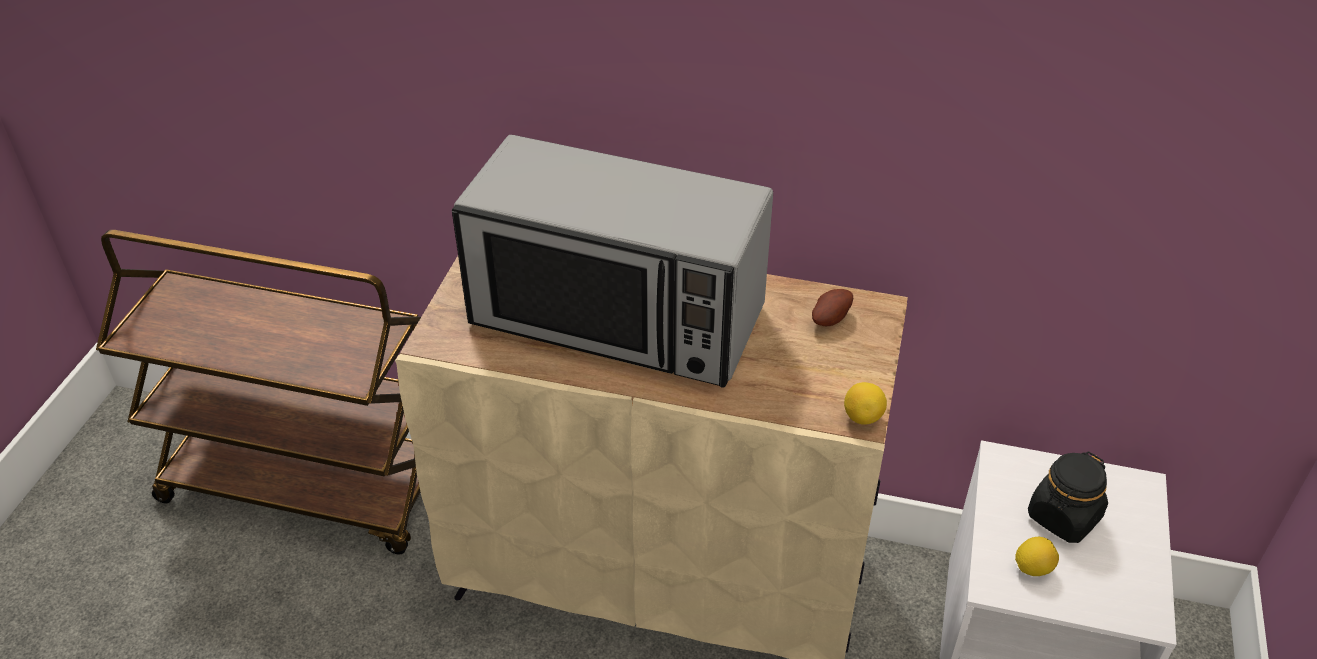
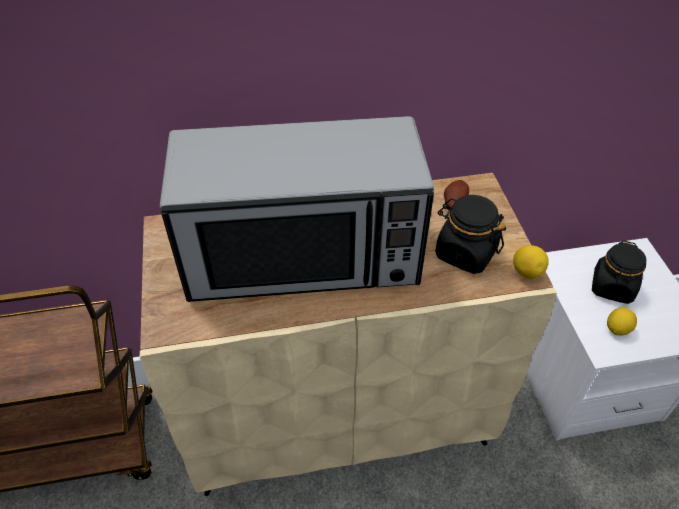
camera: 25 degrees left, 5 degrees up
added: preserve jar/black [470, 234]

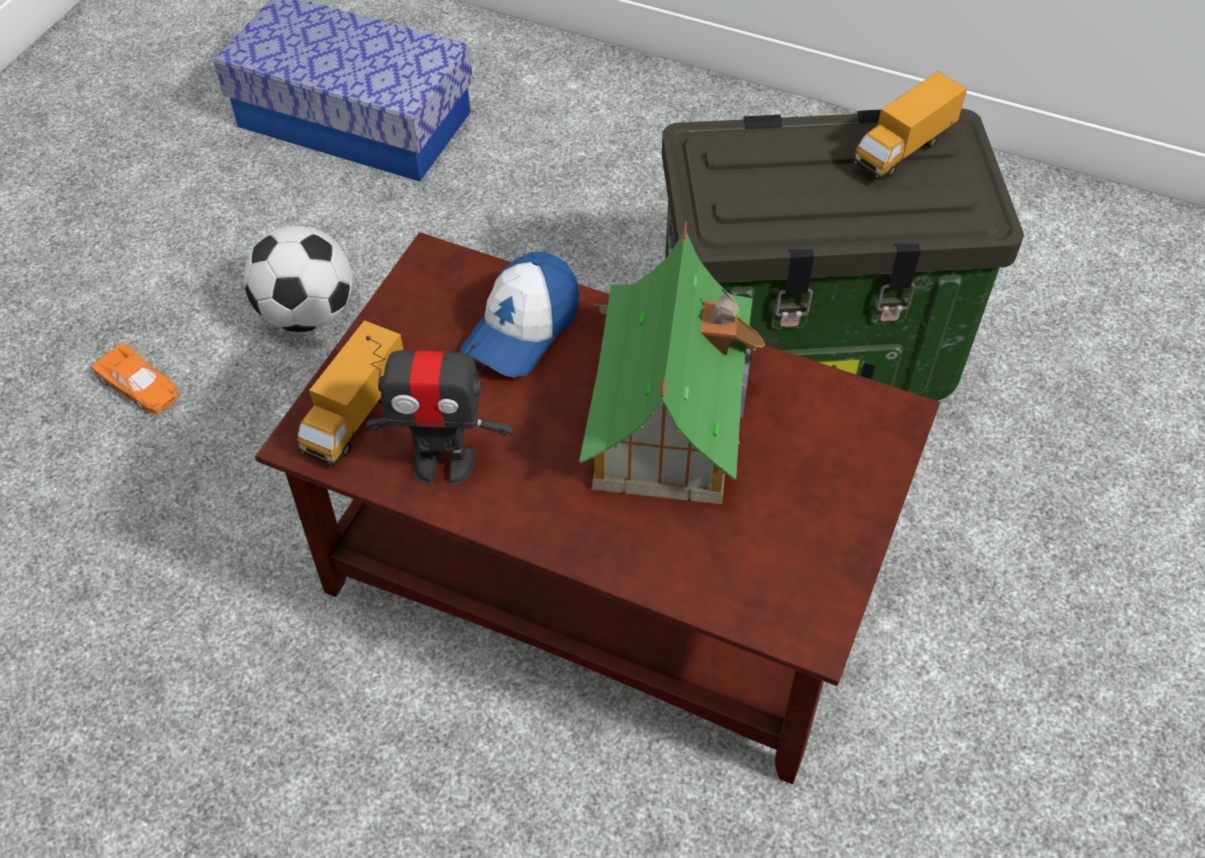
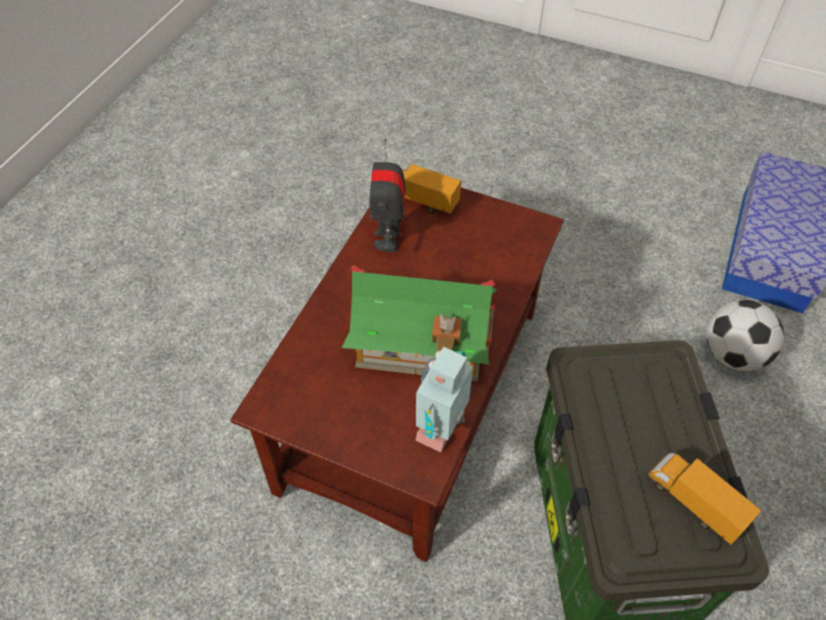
camera: 90 degrees right, 0 degrees up
removed: miniature car/orange-coloured [135, 378]; peaked cap [519, 314]
added: toy robot [444, 399]
moved: ball for football [298, 278] to [745, 335]

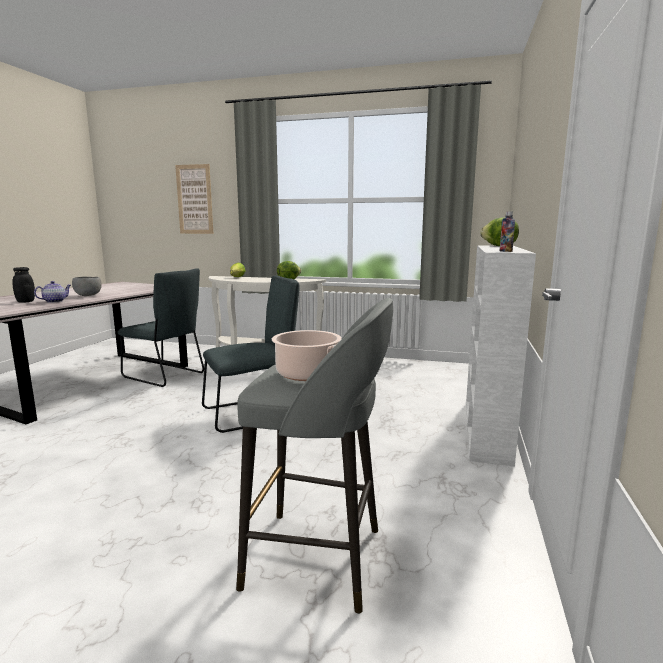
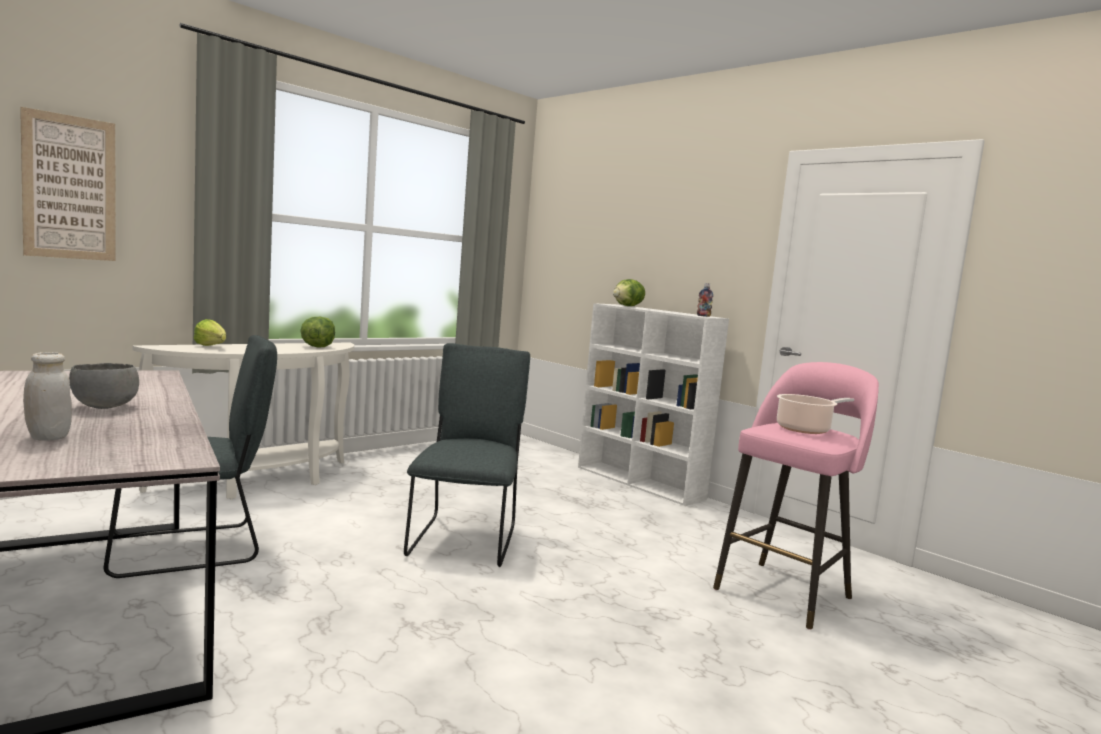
camera: 60 degrees left, 5 degrees down
removed: pot for tea [52, 292]
recoloured: preserve jar/black [23, 285] to preserve jar/whitish [47, 396]; sitting stool/gray [314, 456] to sitting stool/pink [796, 496]

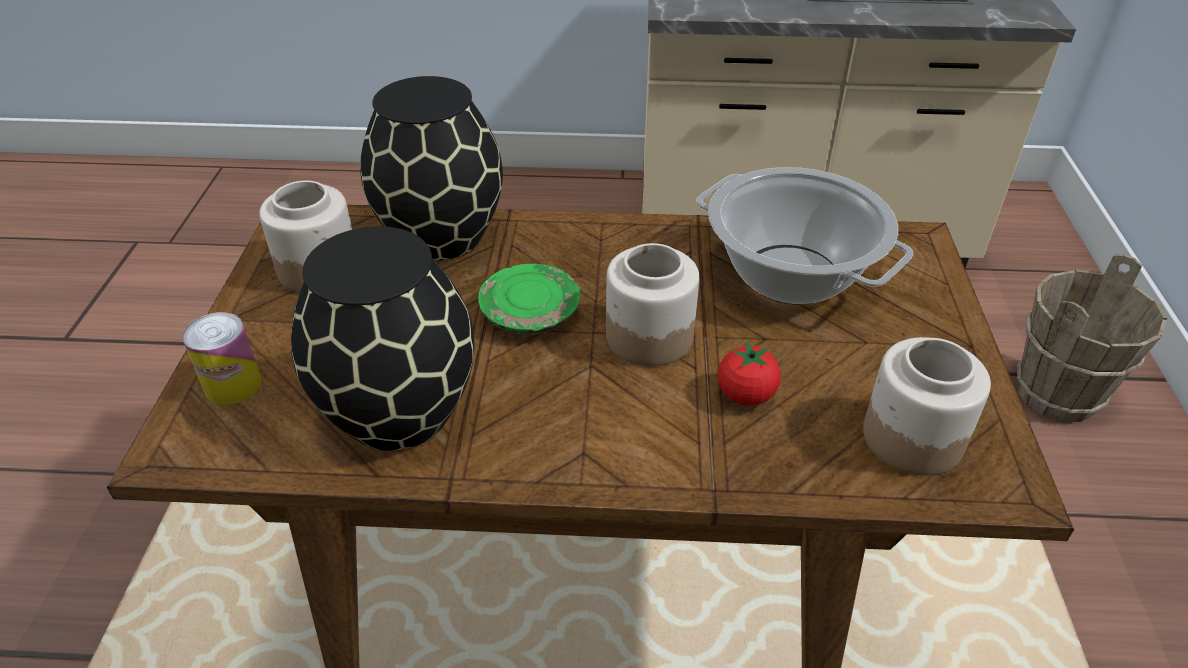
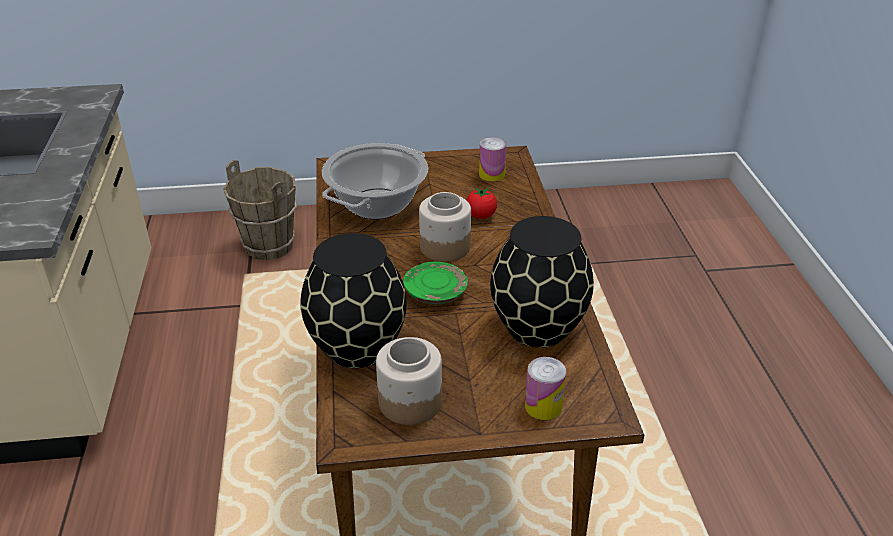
camera: 100 degrees left, 5 degrees down
replaced: preserve jar [927, 406] to metal can [493, 159]

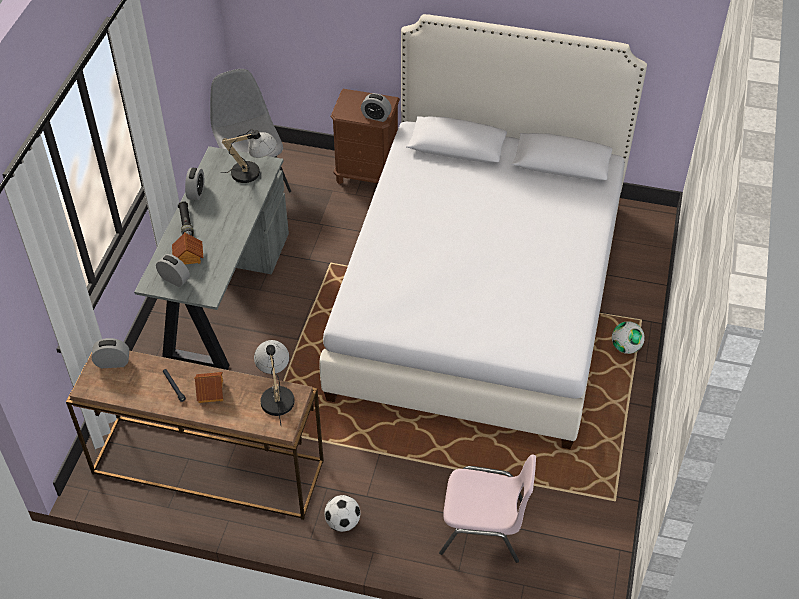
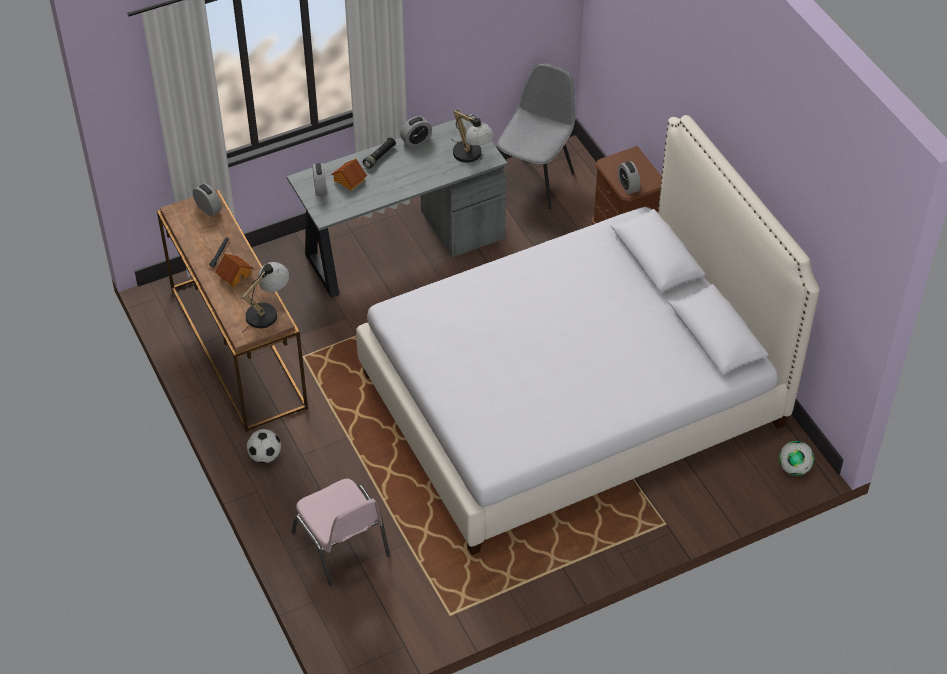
camera: 50 degrees right, 0 degrees up
moved: ball for football [628, 337] to [796, 458]

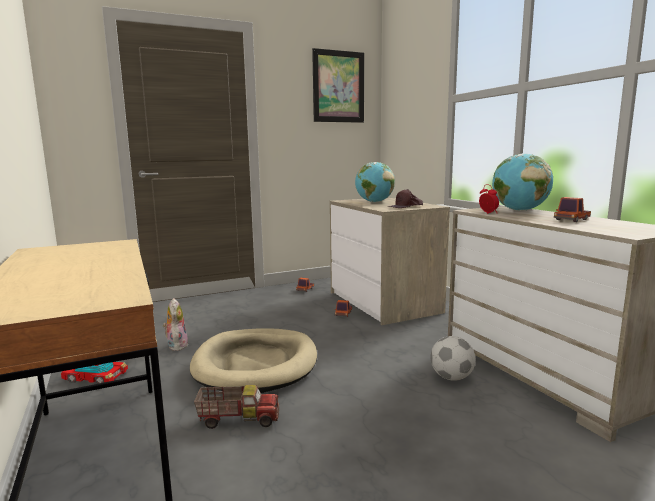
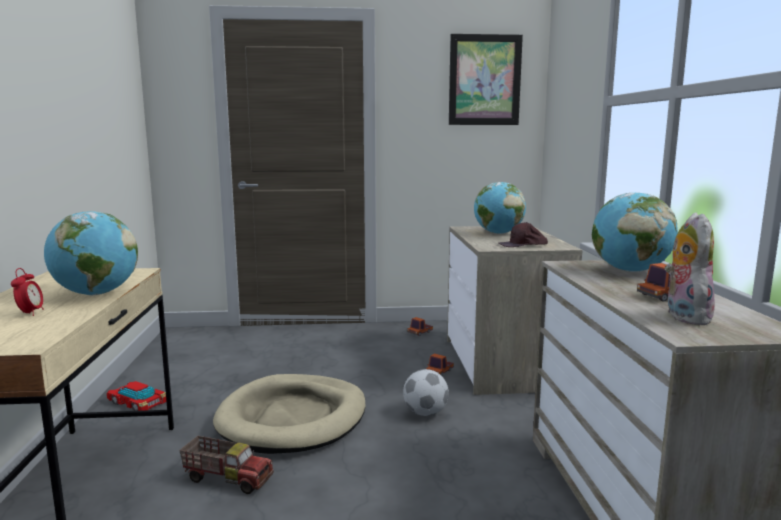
camera: 20 degrees right, 0 degrees up
added: globe [91, 253]
moved: plush toy [175, 324] to [690, 268]; ball for football [453, 358] to [426, 392]; bedside clock [489, 199] to [27, 292]

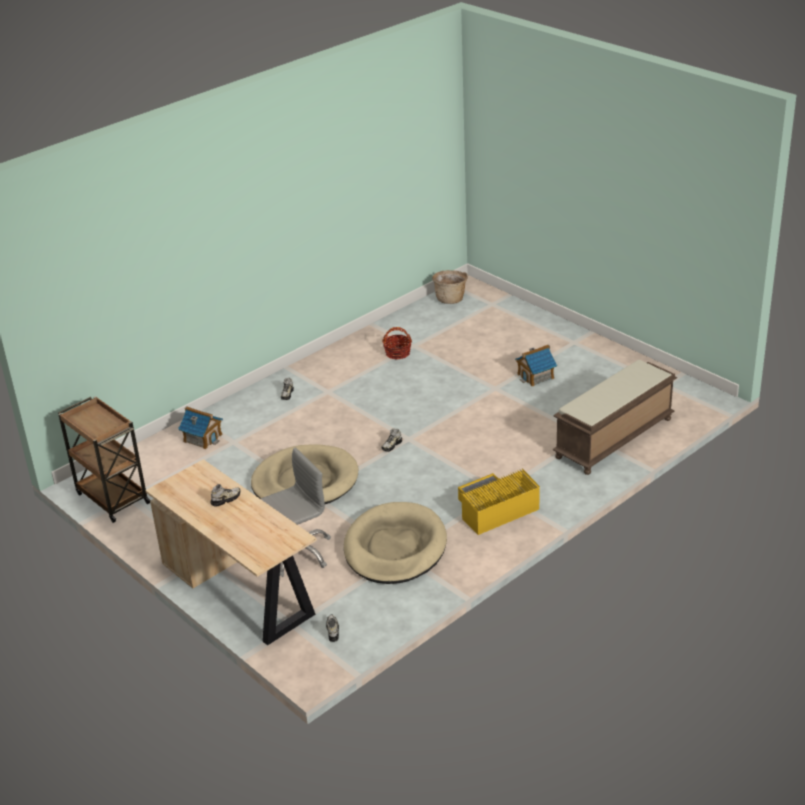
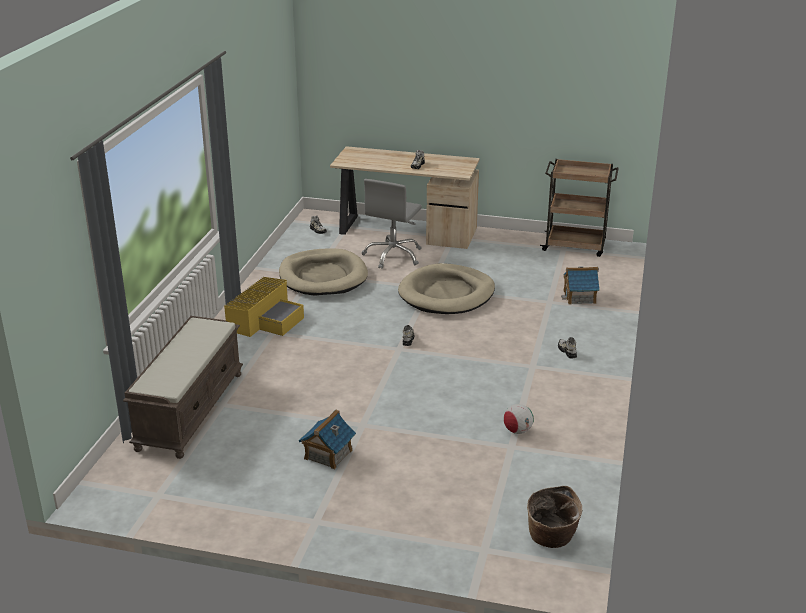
camera: 145 degrees right, 5 degrees down
replaced: basket [397, 343] to ball for football [518, 419]

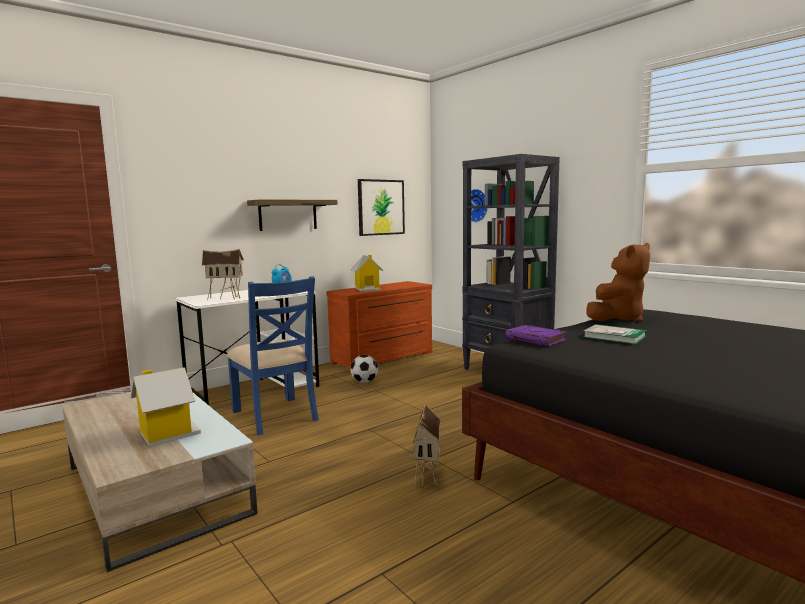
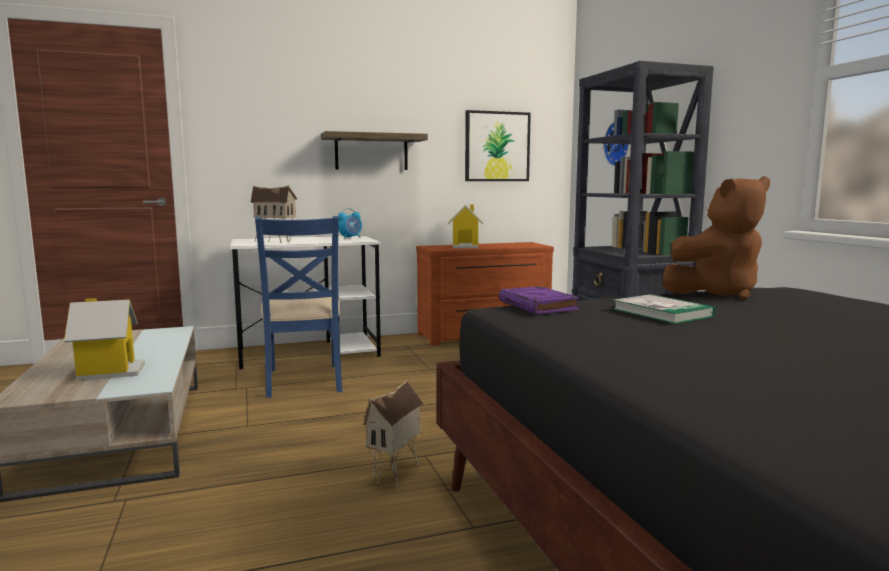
camera: 20 degrees right, 0 degrees up
removed: ball for football [364, 369]

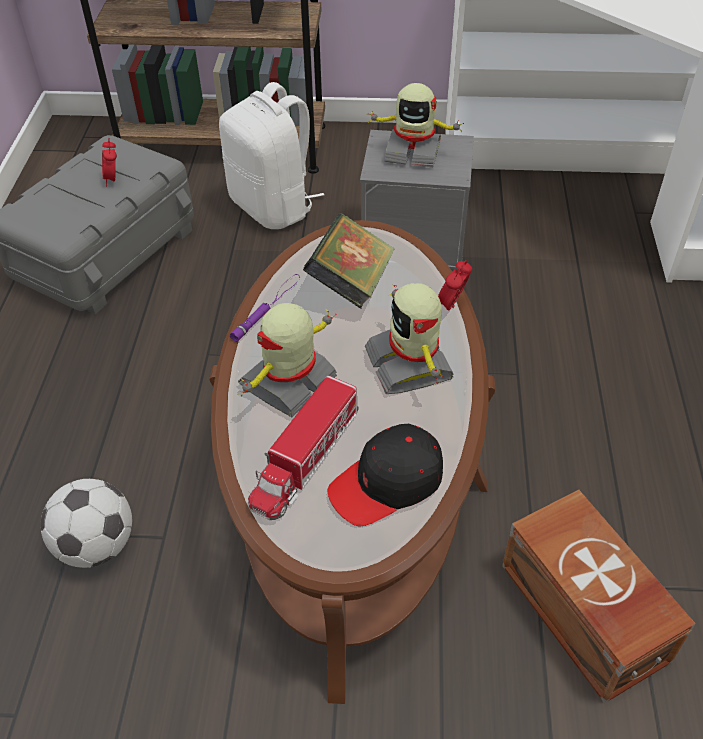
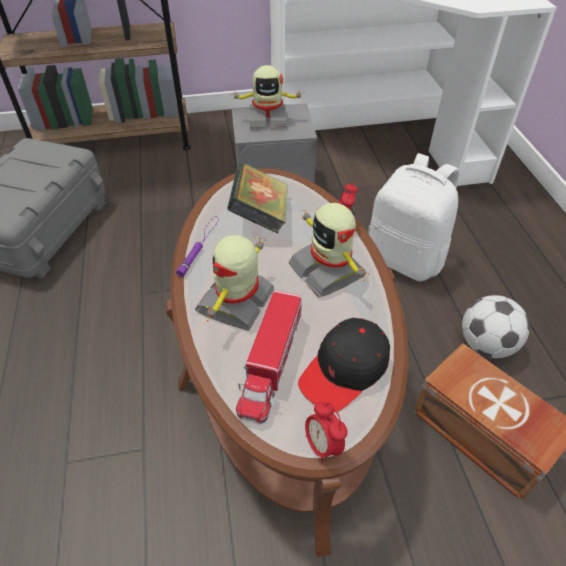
camera: 15 degrees left, 0 degrees up
moved: ball for football [86, 523] to [495, 326]; bedside clock [109, 162] to [326, 432]; backpack/whitish [271, 155] to [414, 217]

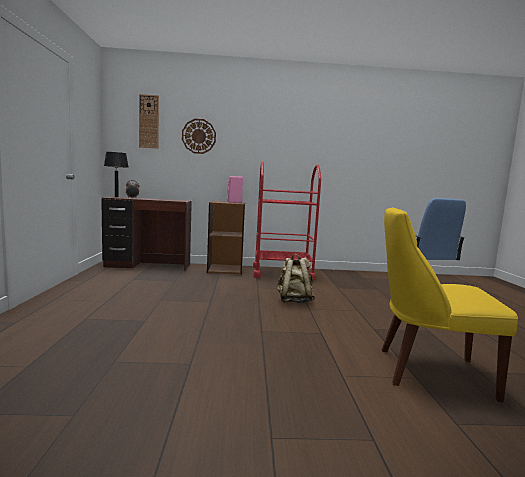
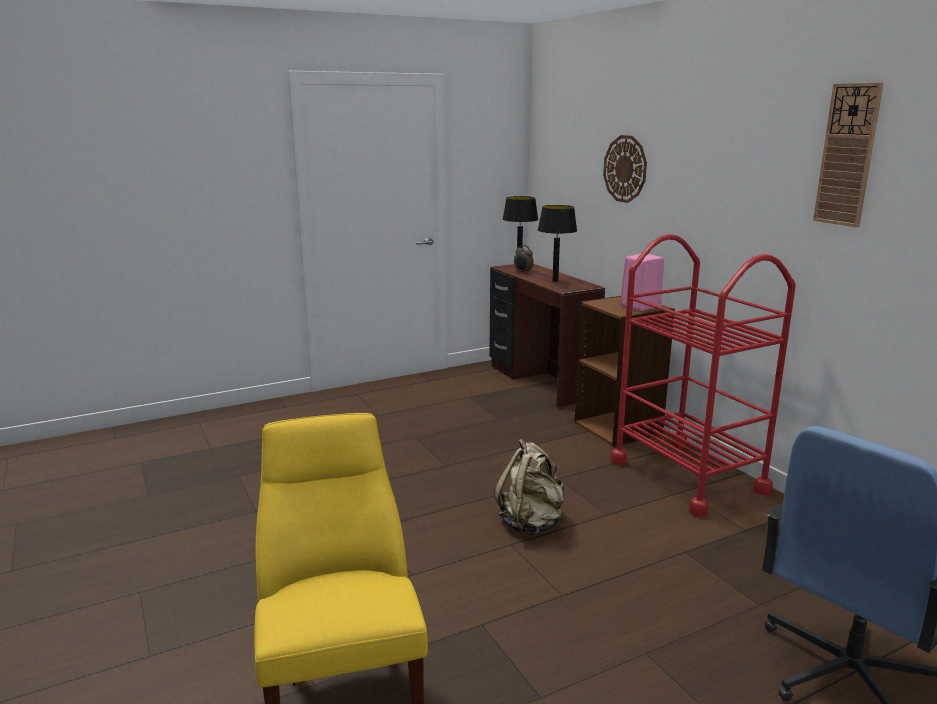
camera: 65 degrees right, 10 degrees up
added: tabletop lamp/black [557, 243]
moved: hanging clock [149, 121] to [848, 154]

